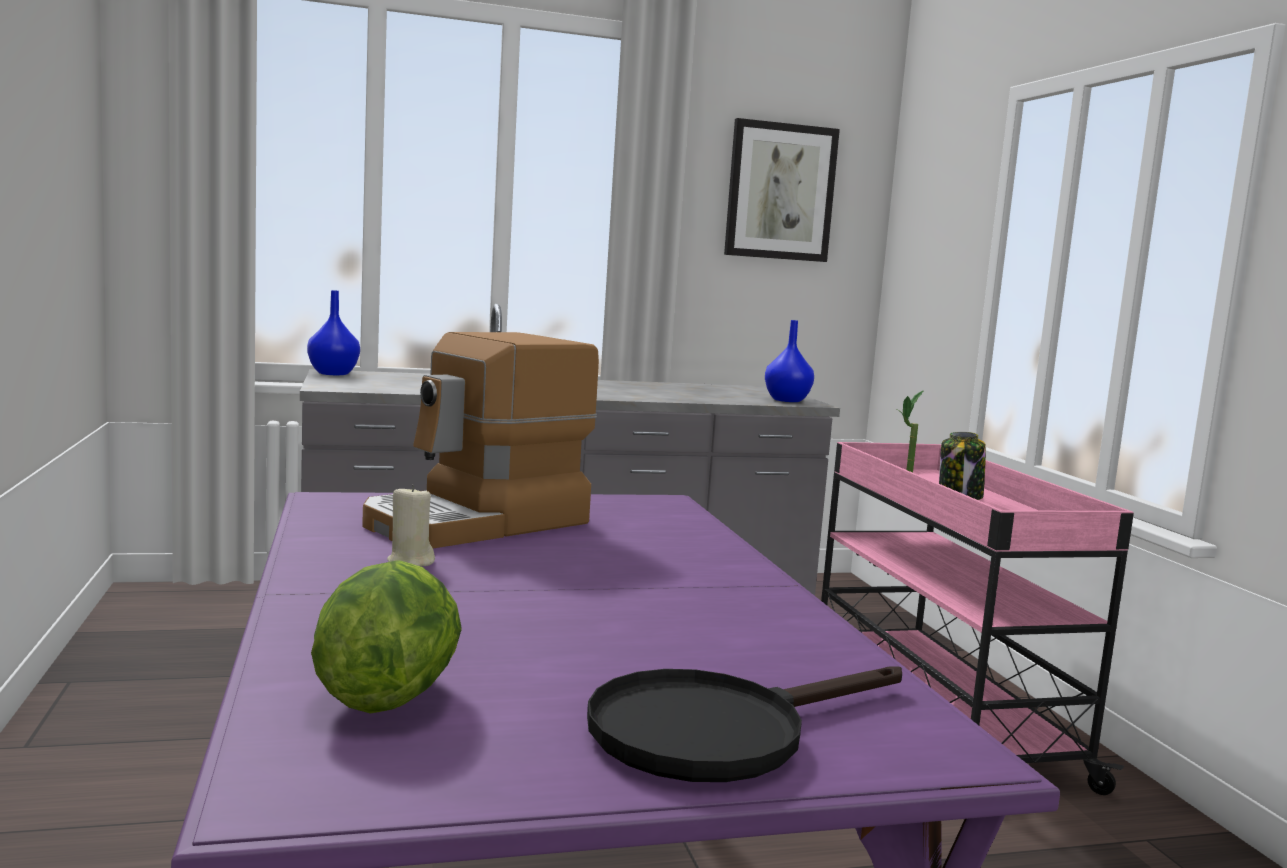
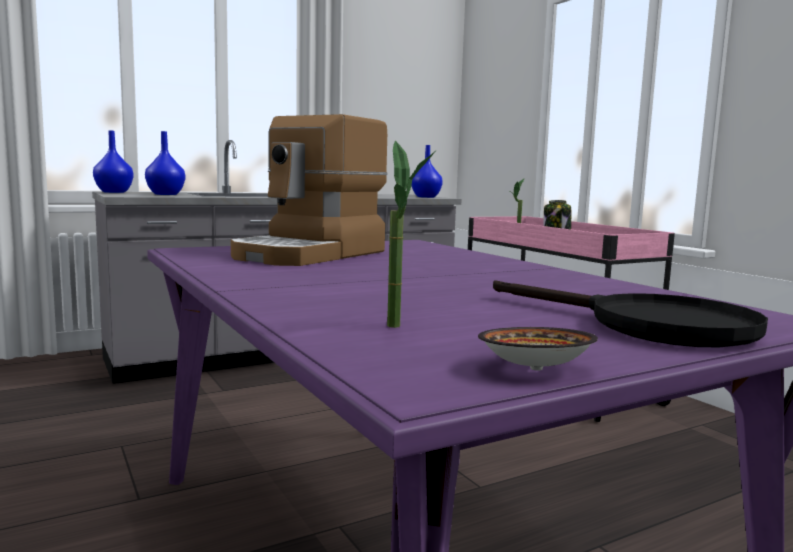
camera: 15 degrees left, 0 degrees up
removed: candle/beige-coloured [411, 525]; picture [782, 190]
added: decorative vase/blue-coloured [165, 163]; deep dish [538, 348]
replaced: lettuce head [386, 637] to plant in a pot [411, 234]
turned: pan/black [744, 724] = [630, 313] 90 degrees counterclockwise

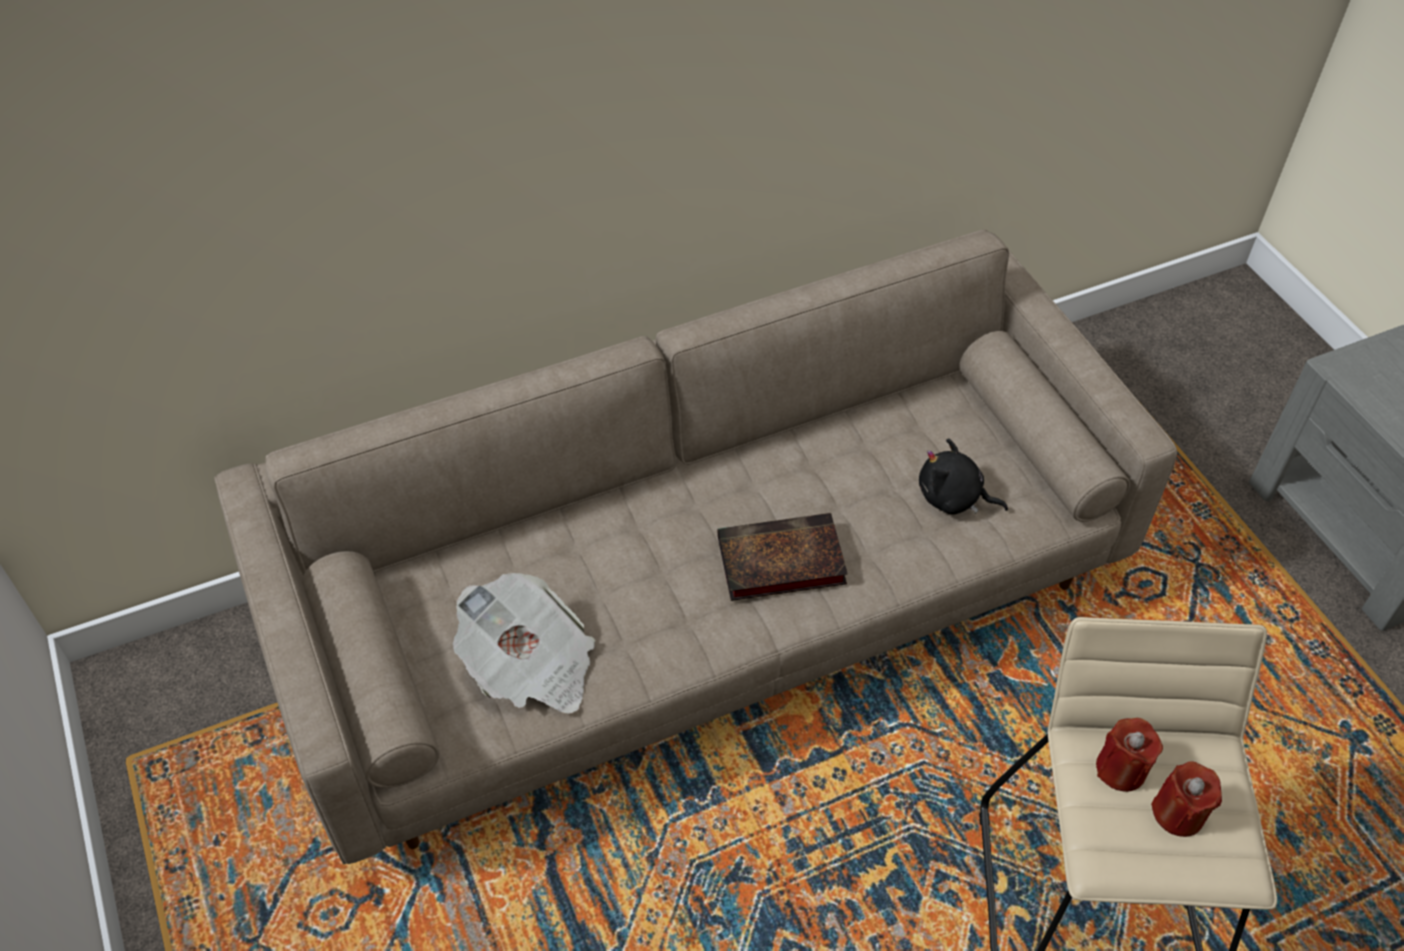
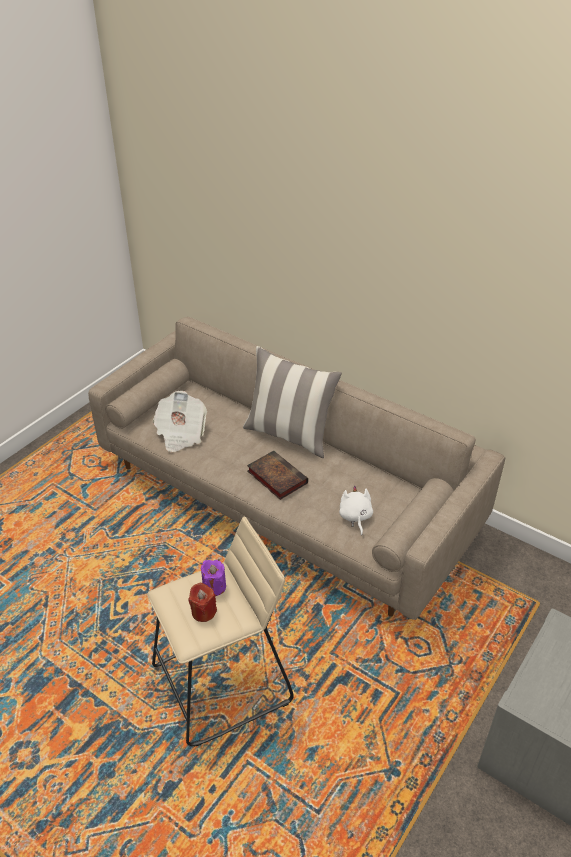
camera: 60 degrees right, 10 degrees down
added: throw pillow [292, 402]
recoloured: plush toy/black [963, 477] to plush toy/whitish [356, 511]; candle/red-coloured [1129, 755] to candle/purplish [213, 578]

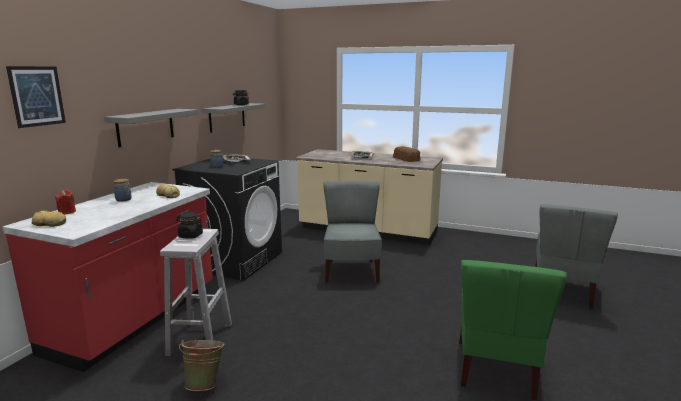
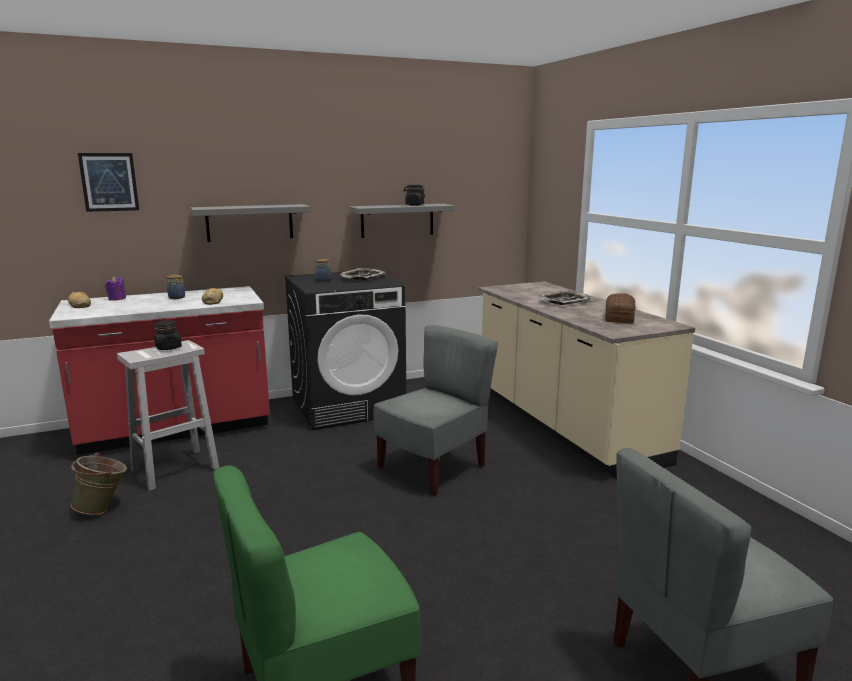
camera: 45 degrees right, 0 degrees up
recoloured: candle/red-coloured [65, 202] to candle/purplish [115, 288]

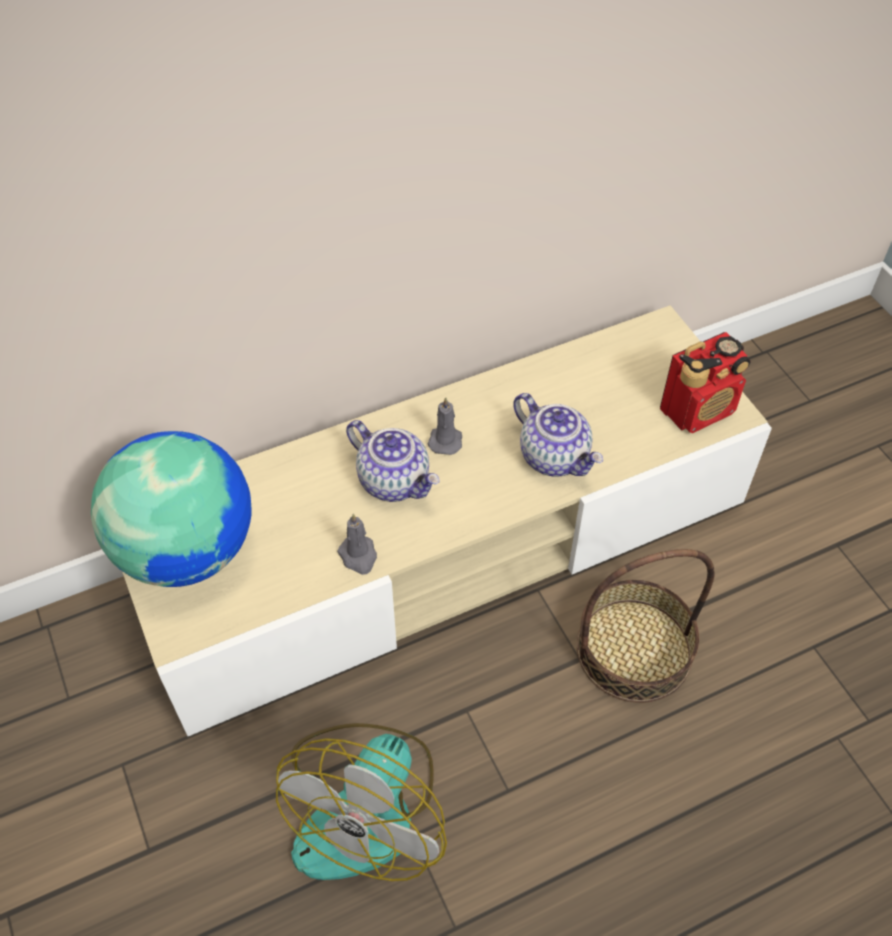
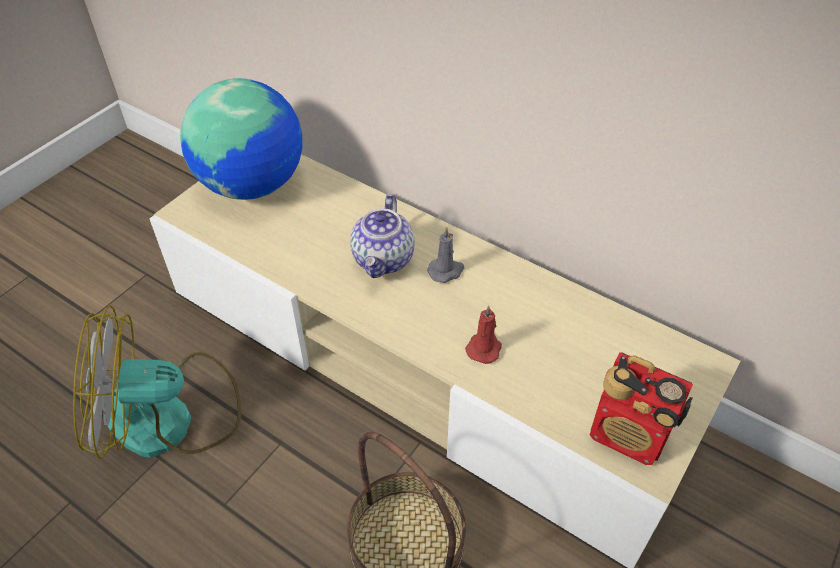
camera: 60 degrees right, 5 degrees down
removed: candle/gray [357, 544]
replaced: pot for tea [558, 435] to candle/red-coloured [483, 334]

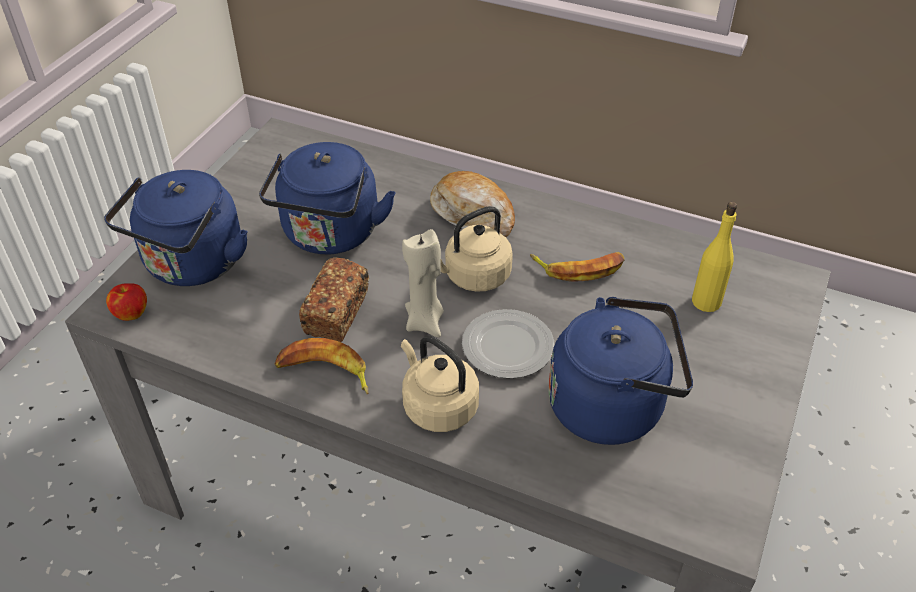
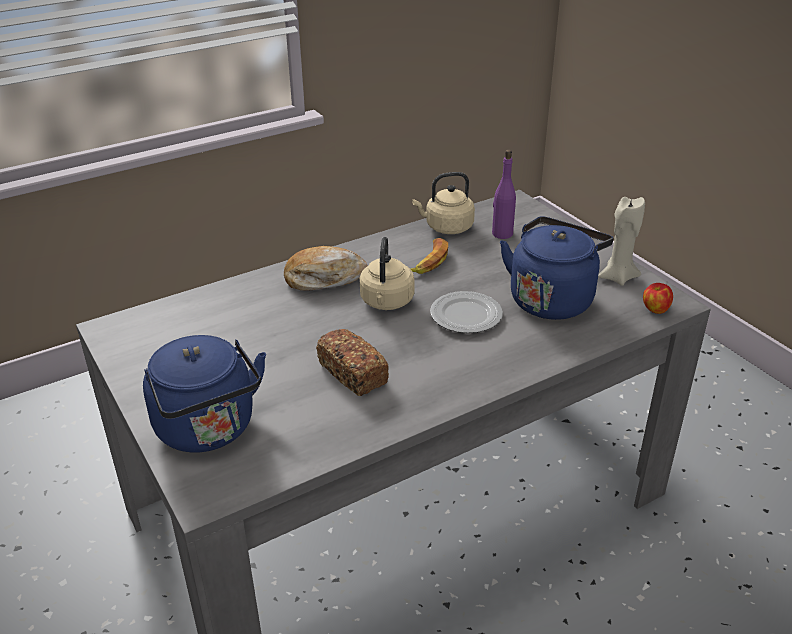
camera: 55 degrees left, 10 degrees down
removed: water kettle/blue-coloured [327, 198]; banana [321, 366]
moved: apple [126, 302] to [658, 298]; water kettle/beige-coloured [440, 384] to [443, 203]; candle/beige-coloured [423, 283] to [621, 241]
recoloured: bottle/yellow-coloured [714, 257] to bottle/purplish [504, 194]

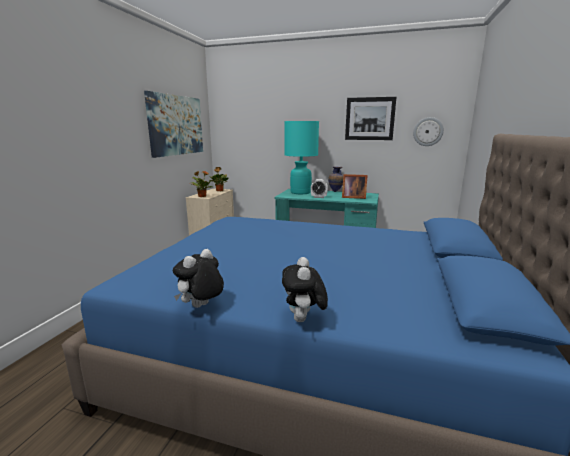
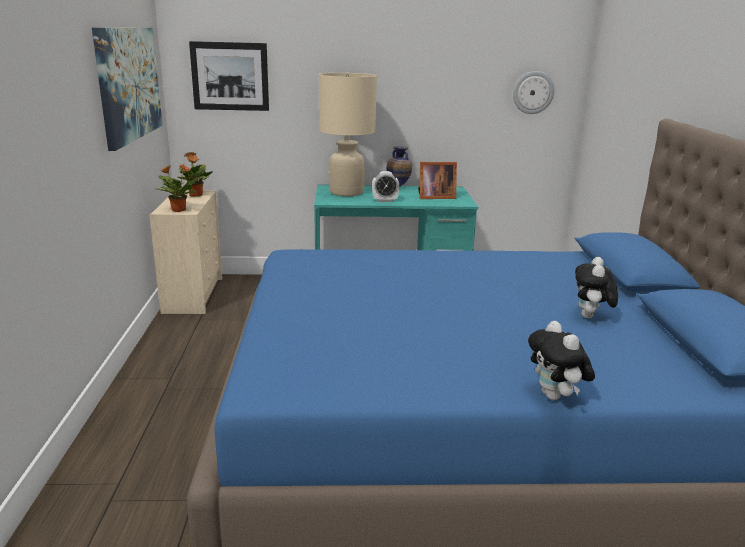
camera: 20 degrees left, 5 degrees up
moved: plush toy [198, 278] to [596, 287]; picture [370, 118] to [229, 76]
recoloured: tabletop lamp/blue-green [301, 157] to tabletop lamp/beige-coloured [348, 134]

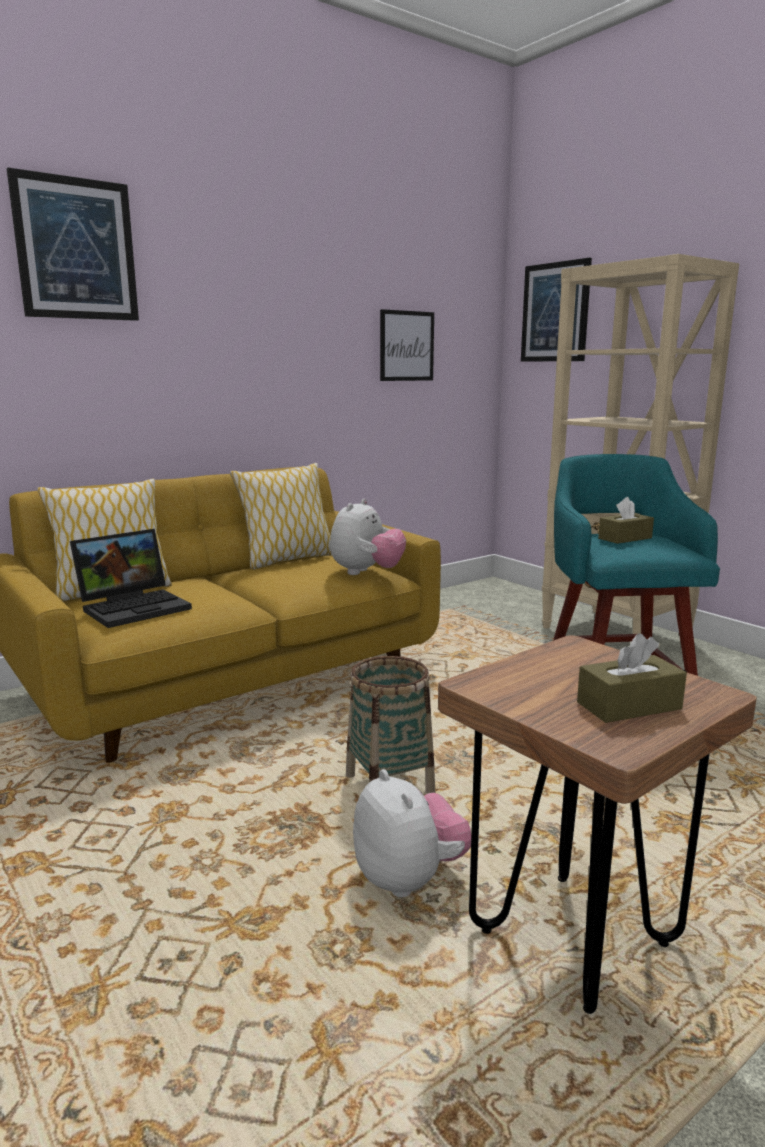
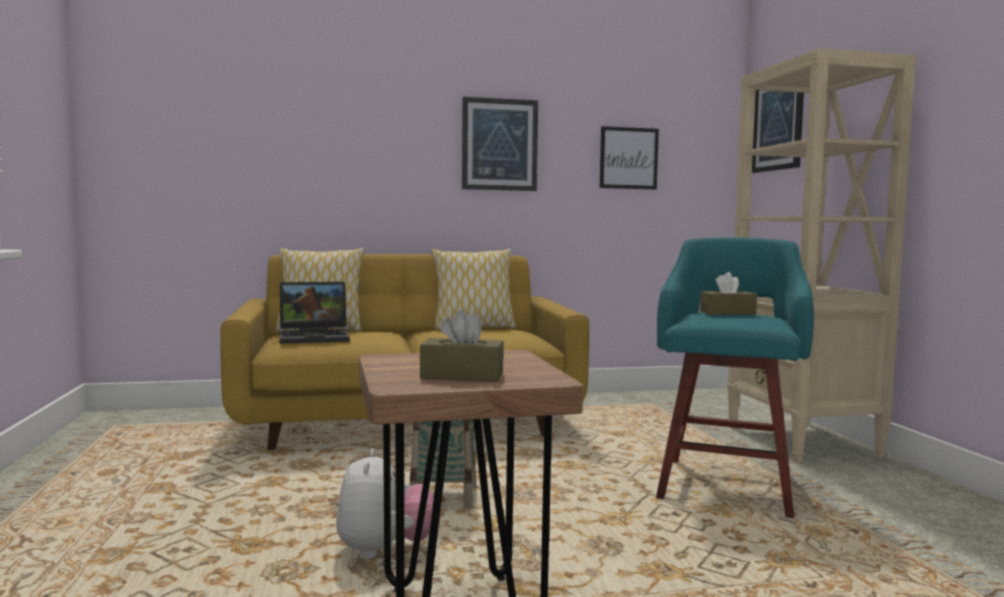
camera: 25 degrees right, 10 degrees down
removed: plush toy [368, 537]
moved: picture [73, 244] to [500, 144]

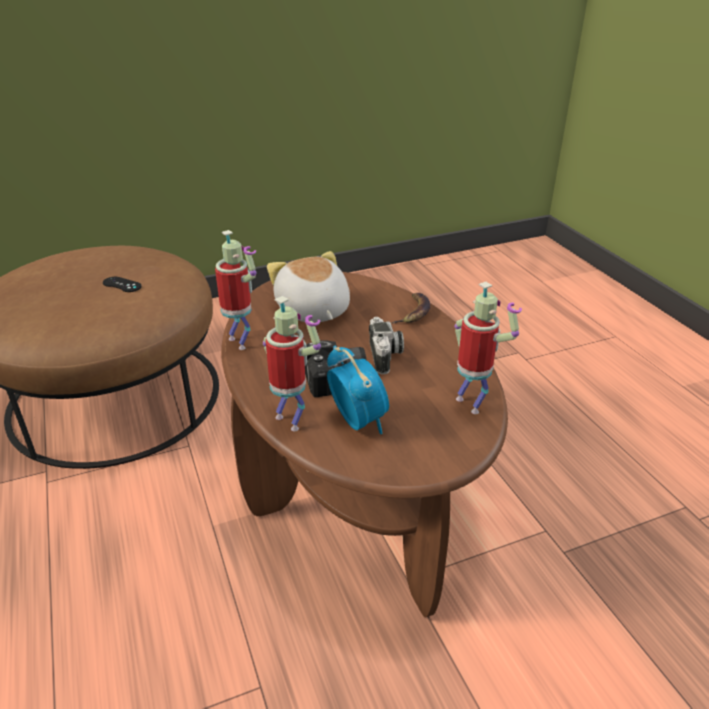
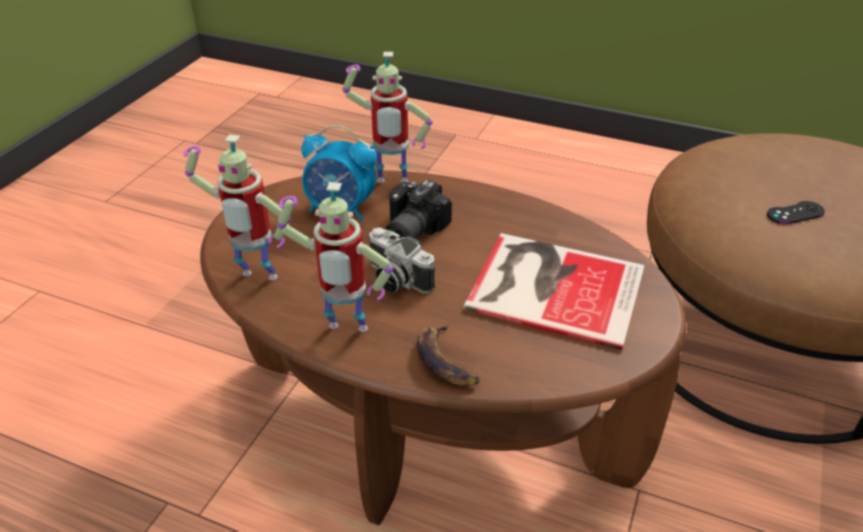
camera: 135 degrees right, 5 degrees up
moved: toy robot [235, 290] to [335, 257]
replaced: plush toy [308, 287] to volume [554, 291]

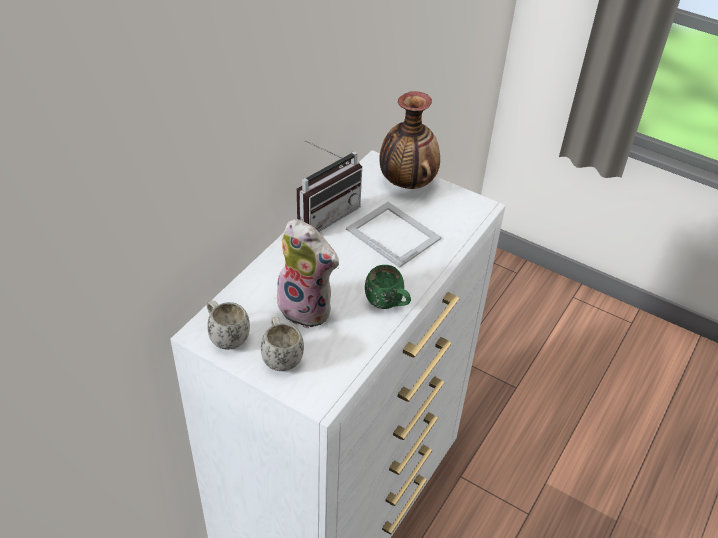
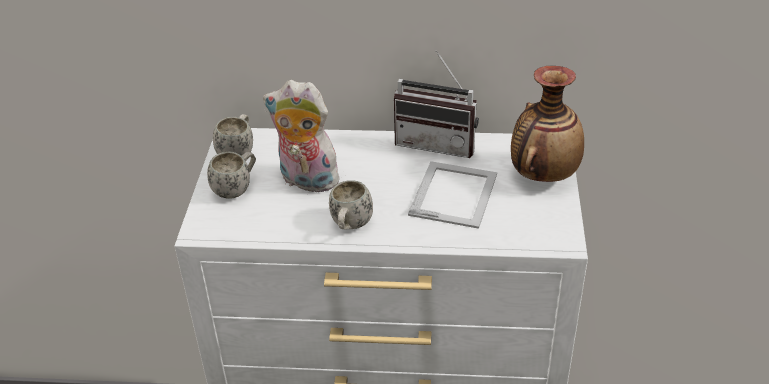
camera: 65 degrees right, 5 degrees down
recoloured: tea mug/greenish [388, 287] to tea mug/whitish [351, 204]
turned: plush toy [308, 273] = [304, 136] 105 degrees clockwise

